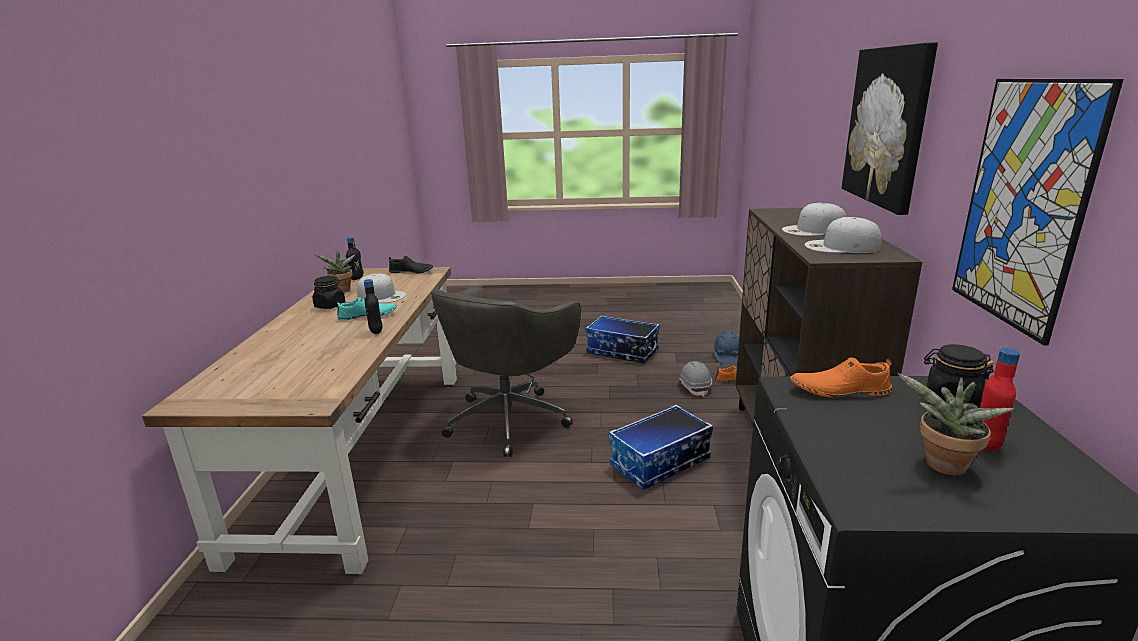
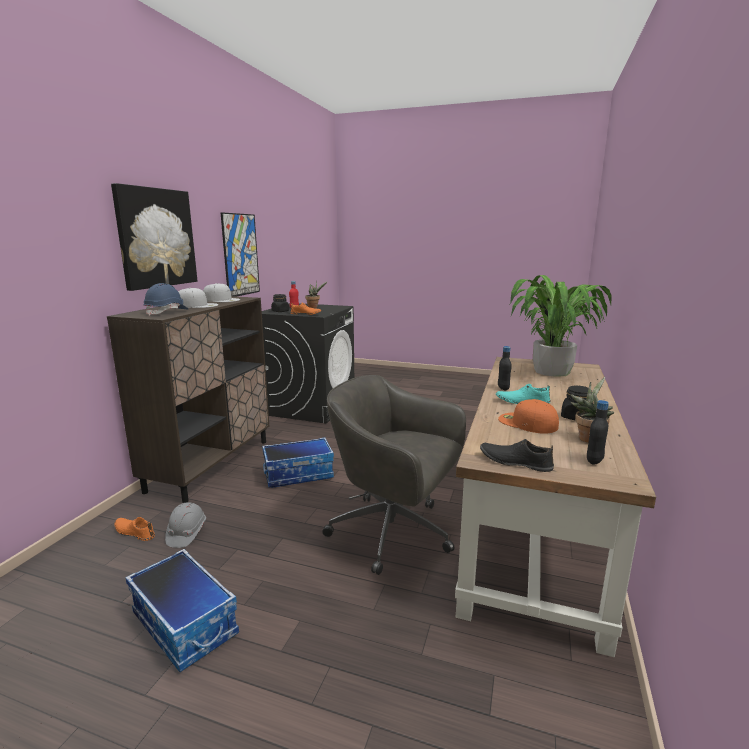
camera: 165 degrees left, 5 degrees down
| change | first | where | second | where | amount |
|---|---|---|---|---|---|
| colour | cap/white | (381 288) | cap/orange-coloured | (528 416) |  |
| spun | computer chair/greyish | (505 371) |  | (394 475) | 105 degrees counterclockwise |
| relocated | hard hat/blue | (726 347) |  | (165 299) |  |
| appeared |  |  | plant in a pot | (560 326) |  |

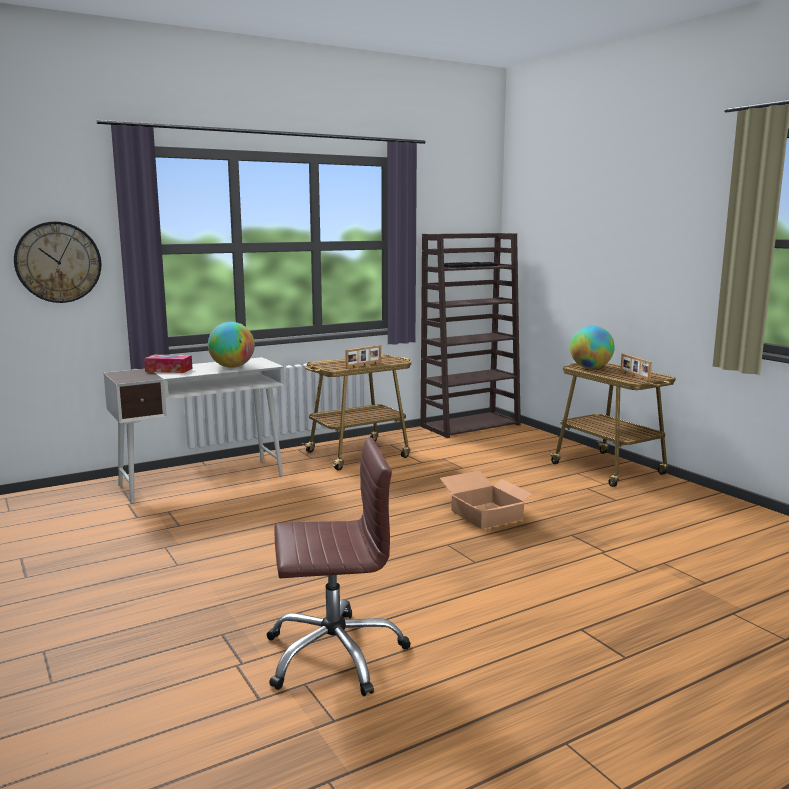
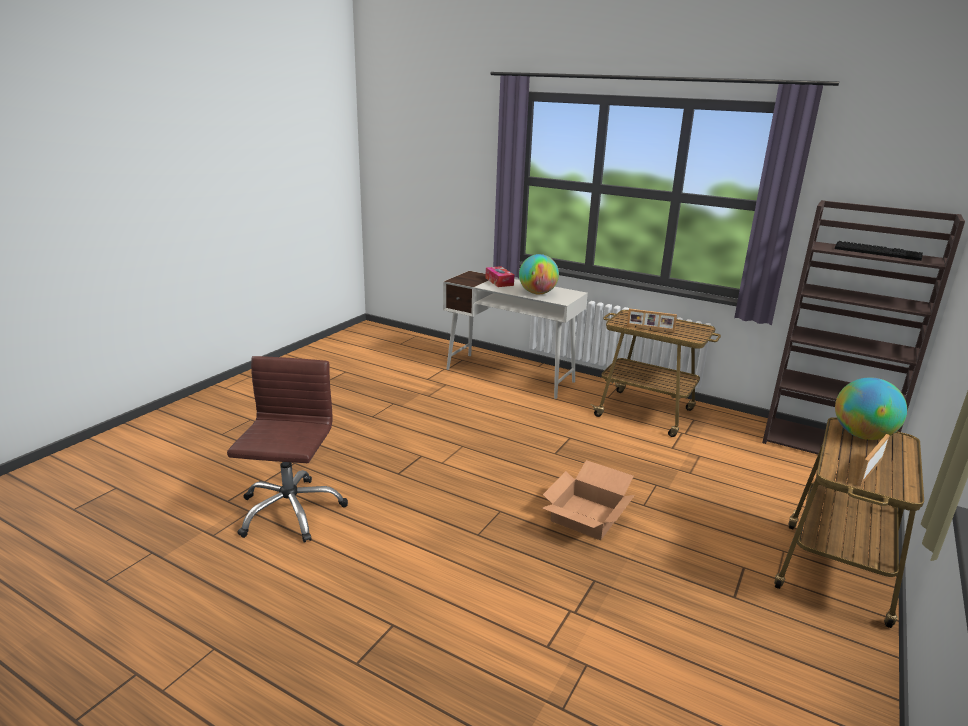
camera: 60 degrees right, 10 degrees up
| change | first | where | second | where | amount |
|---|---|---|---|---|---|
| missing | clock on the wall | (57 262) |  |  |  |
| spun | computer chair/brown | (339 566) |  | (287 449) | 135 degrees counterclockwise |

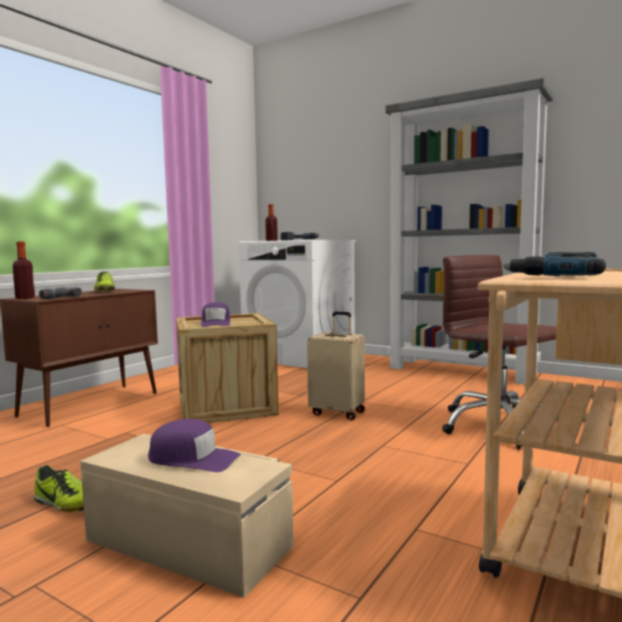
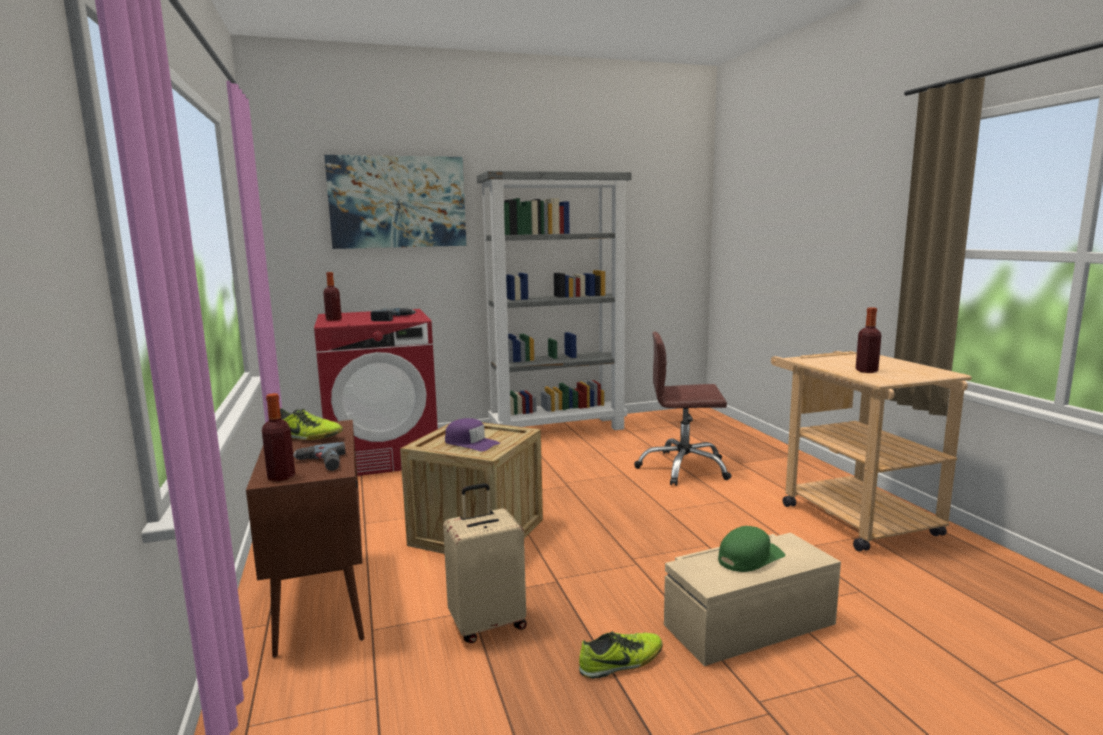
camera: 50 degrees left, 5 degrees up
| change | first | where | second | where | amount |
|---|---|---|---|---|---|
| colour | cap/purple | (194 445) | cap/greenish | (751 549) |  |
| colour | laundry appliance/white | (297 304) | laundry appliance/red | (376 392) |  |
| relocated | piece of luggage/sand-coloured | (336 365) |  | (485 563) |  |
| exchanged | power drill | (553 264) | bottle | (868 340) |  |
| appeared |  |  | picture | (395 202) |  |

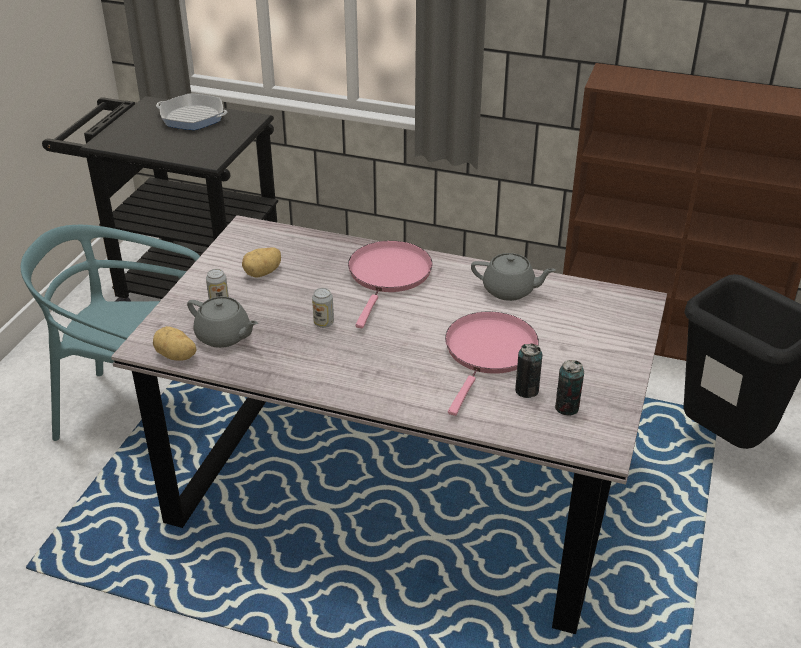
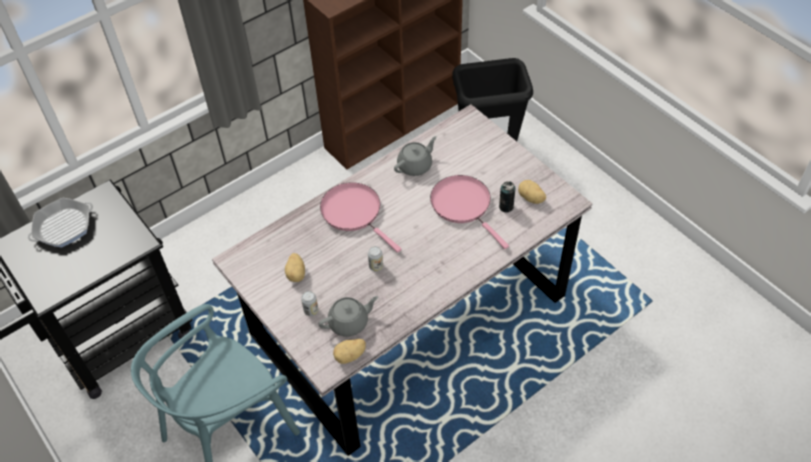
camera: 55 degrees left, 15 degrees up
| change | first | where | second | where | amount |
|---|---|---|---|---|---|
| exchanged | metal can | (569 388) | whole potato | (532 192) |  |

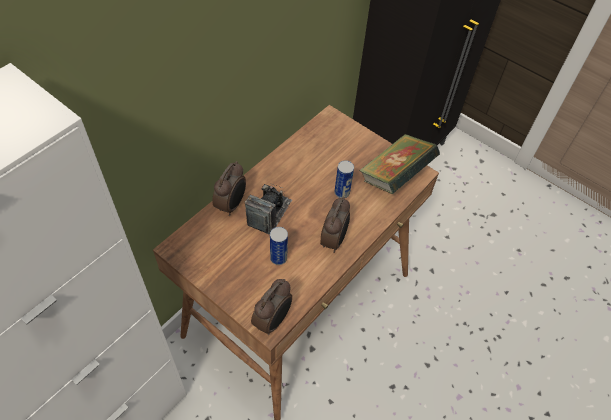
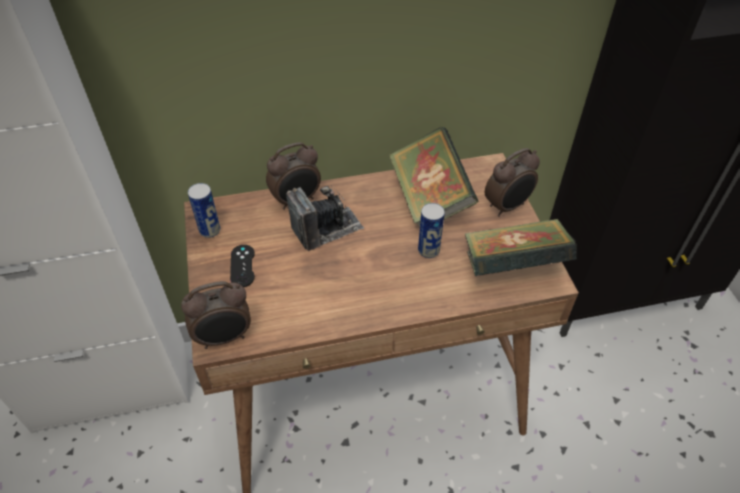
camera: 40 degrees right, 5 degrees down
| change | first | where | second | where | amount |
|---|---|---|---|---|---|
| relocated | metal can | (279 246) |  | (204 210) |  |
| relocated | table clock | (335 225) |  | (512 182) |  |
| appeared |  |  | gamepad/black | (242 266) |  |
| appeared |  |  | bound book | (433 176) |  |

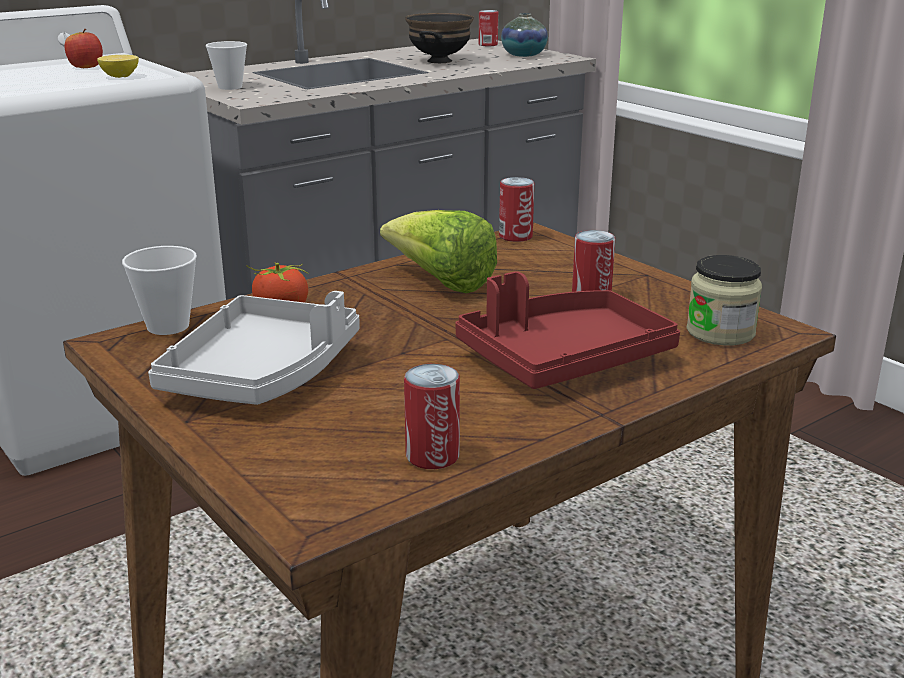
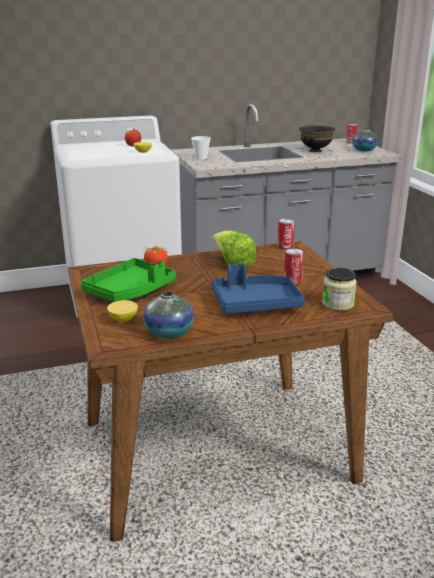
camera: 20 degrees right, 0 degrees up
| change | first | where | second | where | amount |
|---|---|---|---|---|---|
| missing | cup | (159 290) |  |  |  |
| colour | tray/greyish | (253 348) | tray/greenish | (128 280) |  |
| exchanged | metal can | (432 416) | decorative vase | (168 315) |  |
| colour | tray/red | (567 330) | tray/blue | (258 288) |  |
| appeared |  |  | citrus fruit | (122 311) |  |

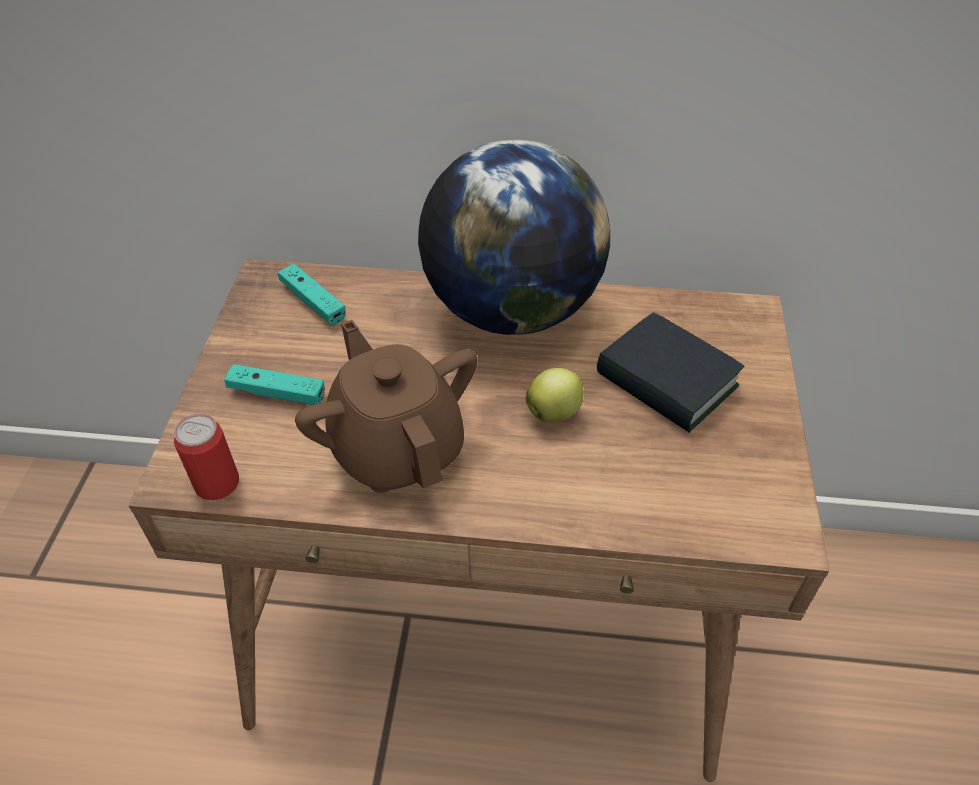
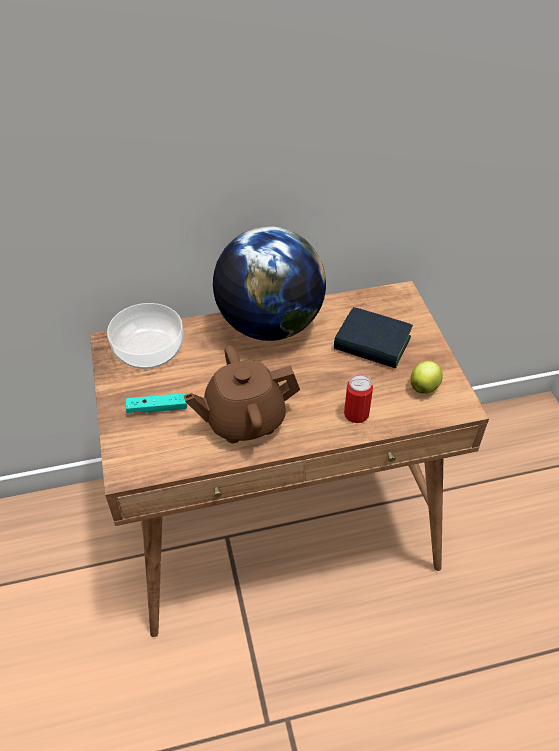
camera: 20 degrees left, 0 degrees up
| change | first | where | second | where | amount |
|---|---|---|---|---|---|
| relocated | metal can | (206 457) |  | (358 398) |  |
| exchanged | gamepad/turquoise | (312 294) | serving bowl | (145 336) |  |
| spun | pot for tea/brown | (386 406) |  | (242 394) | 60 degrees counterclockwise |
| relocated | apple | (554 395) |  | (427 377) |  |

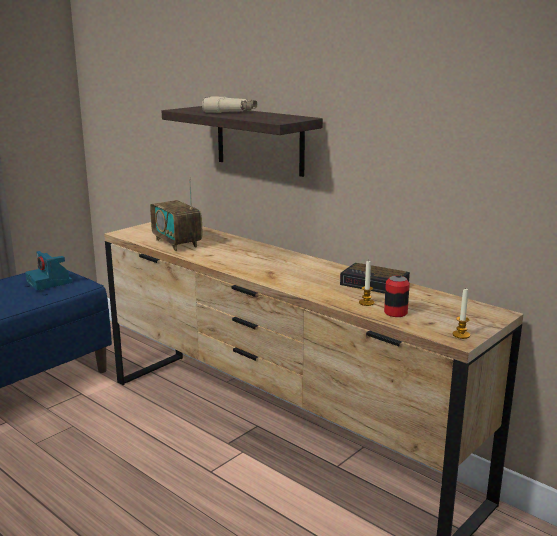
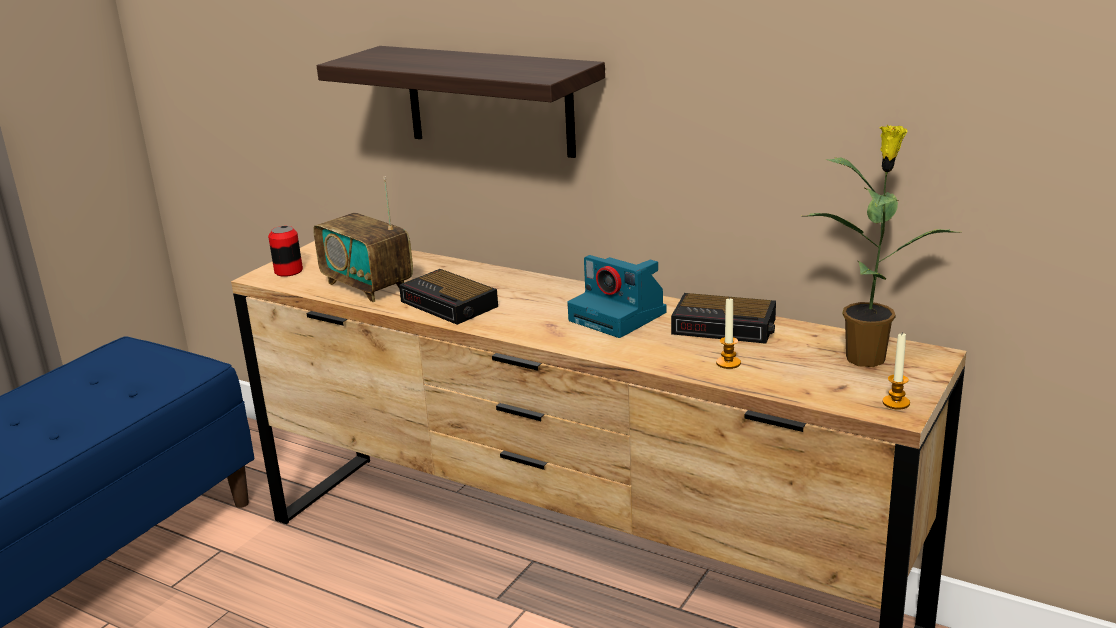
camera: 10 degrees left, 5 degrees up
| change | first | where | second | where | amount |
|---|---|---|---|---|---|
| relocated | still camera | (48 270) |  | (616 296) |  |
| missing | pair of binoculars/sand-coloured | (229 104) |  |  |  |
| relocated | metal can | (397 296) |  | (285 251) |  |
| appeared |  |  | table clock | (448 297) |  |
| appeared |  |  | plant in a pot | (881 246) |  |

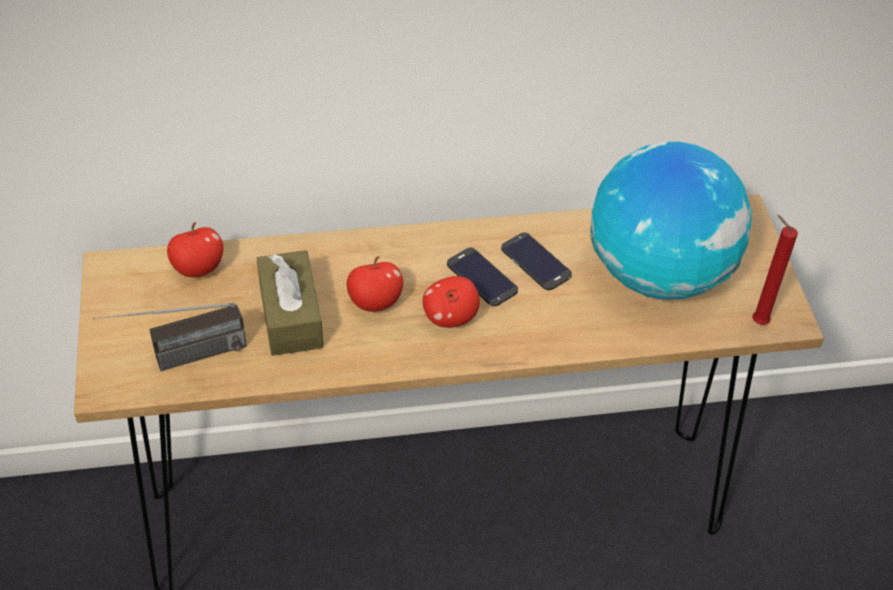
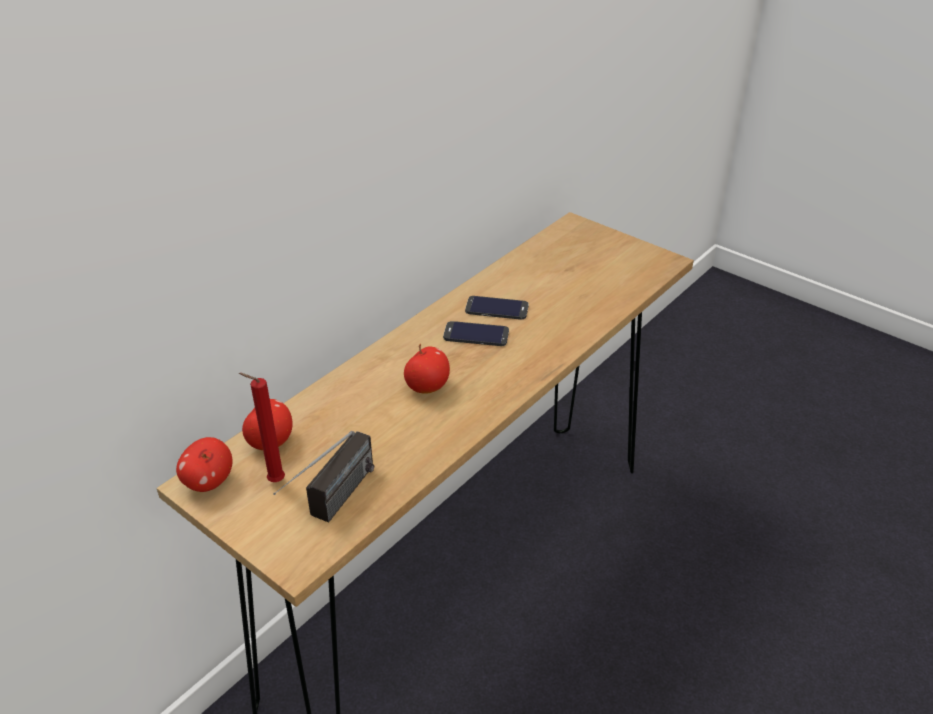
camera: 40 degrees left, 10 degrees down
| change | first | where | second | where | amount |
|---|---|---|---|---|---|
| missing | tissue holder/brown | (289 303) |  |  |  |
| relocated | apple | (451 302) |  | (204 464) |  |
| missing | globe | (671 221) |  |  |  |
| relocated | wax light/red | (775 270) |  | (262 427) |  |

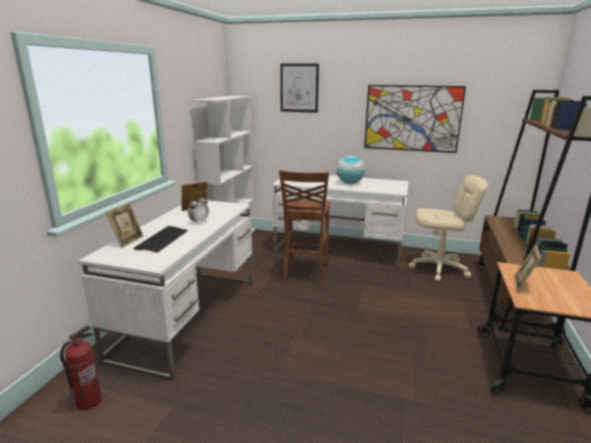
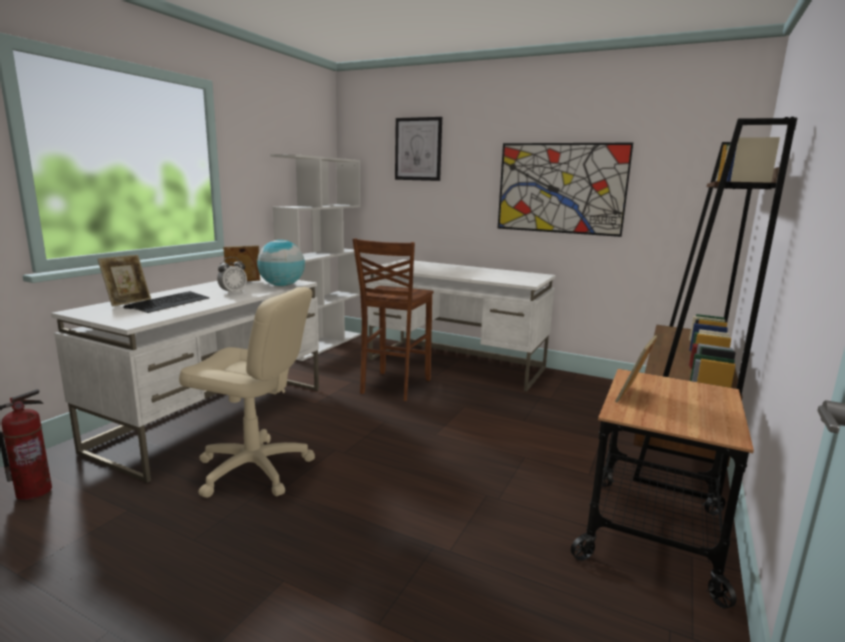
camera: 10 degrees right, 5 degrees down
| change | first | where | second | where | amount |
|---|---|---|---|---|---|
| relocated | globe | (351 169) |  | (281 263) |  |
| relocated | computer chair/sand-coloured | (448 228) |  | (247 392) |  |

